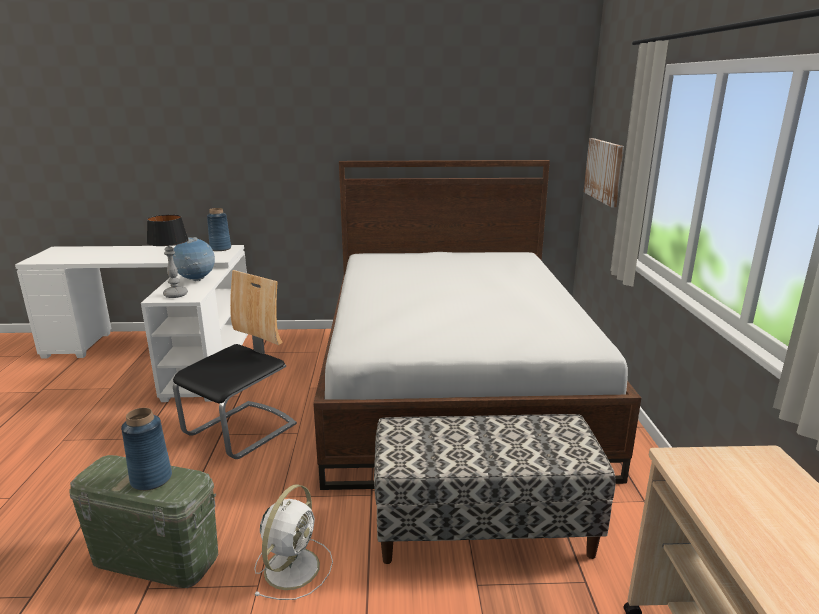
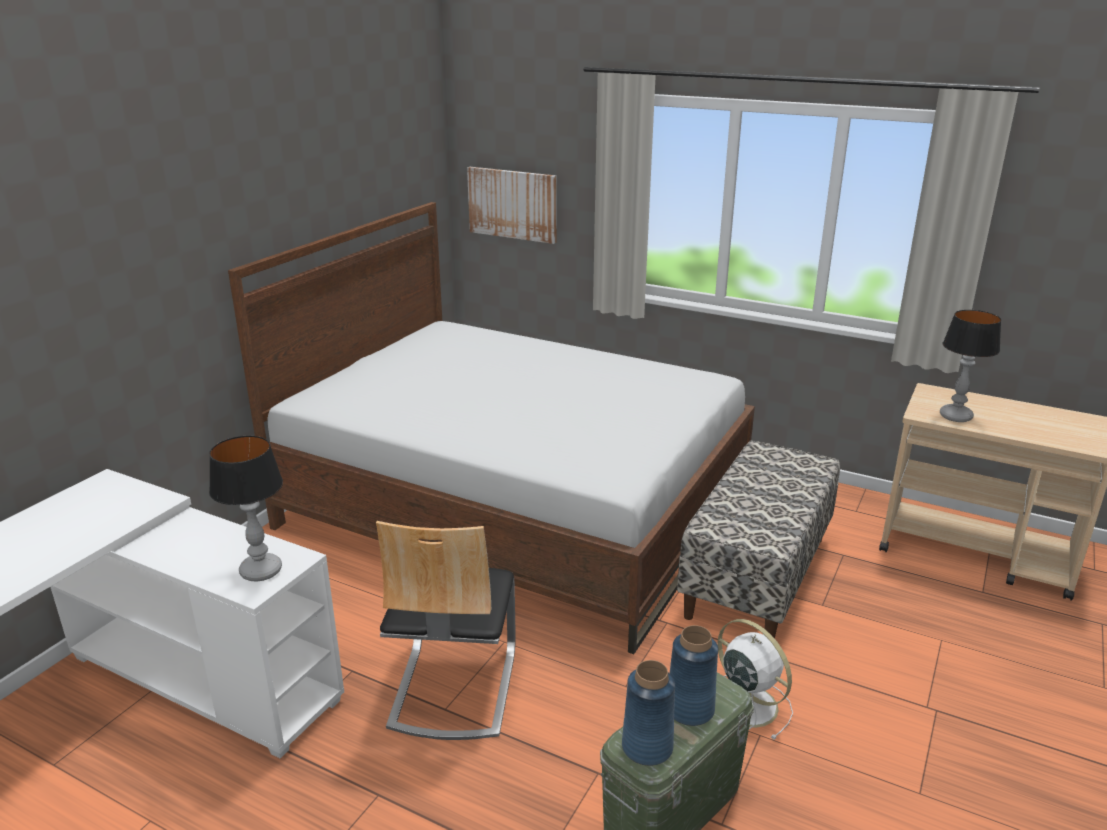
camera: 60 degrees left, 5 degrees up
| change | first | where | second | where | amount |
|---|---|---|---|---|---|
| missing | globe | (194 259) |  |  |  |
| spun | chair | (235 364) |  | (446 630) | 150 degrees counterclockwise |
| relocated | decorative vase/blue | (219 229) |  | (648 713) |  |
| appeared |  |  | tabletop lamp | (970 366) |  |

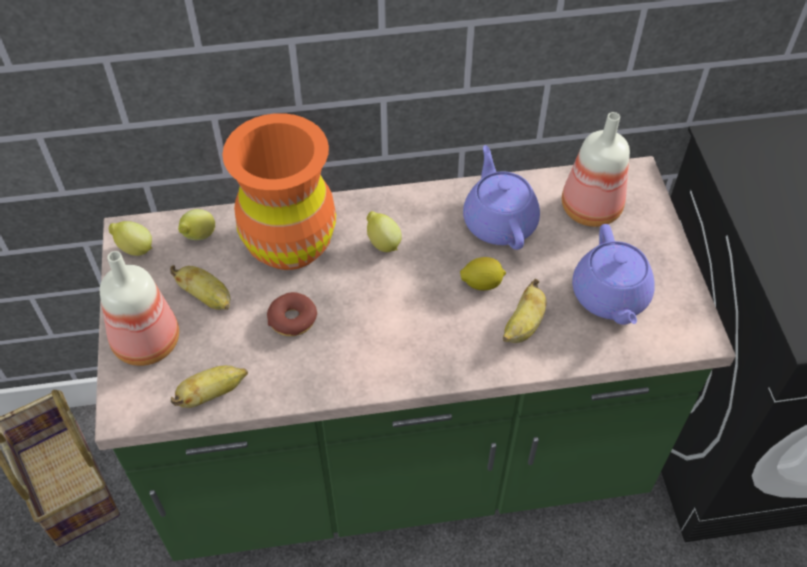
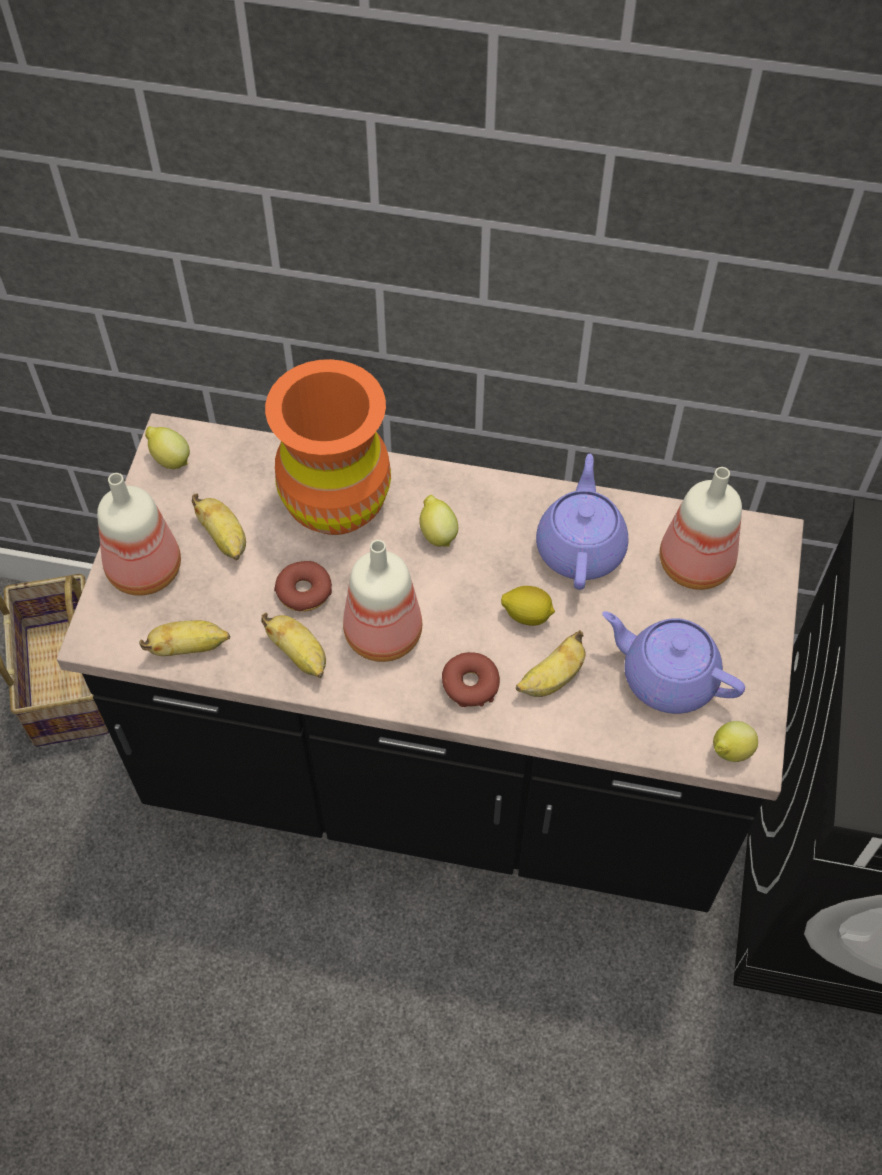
camera: 20 degrees right, 5 degrees up
| change | first | where | second | where | amount |
|---|---|---|---|---|---|
| colour | kitchen counter/greenish | (415 358) | kitchen counter/black | (430 662) |  |
| relocated | citrus fruit | (196 224) |  | (735 741) |  |
| spun | pot for tea/purple | (613 274) |  | (673 662) | 105 degrees clockwise |
| appeared |  |  | banana fruit | (293 645) |  |
| appeared |  |  | bottle | (382 601) |  |
| appeared |  |  | donut | (471 679) |  |

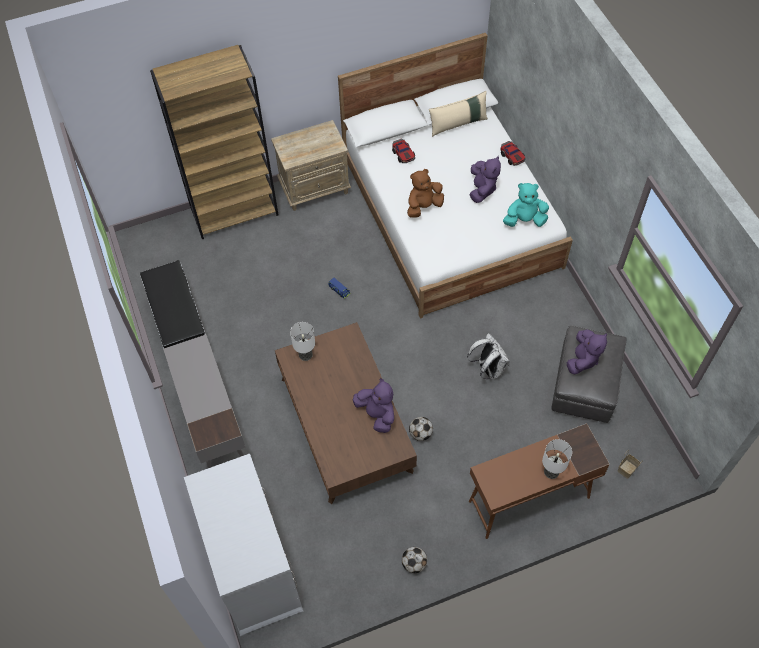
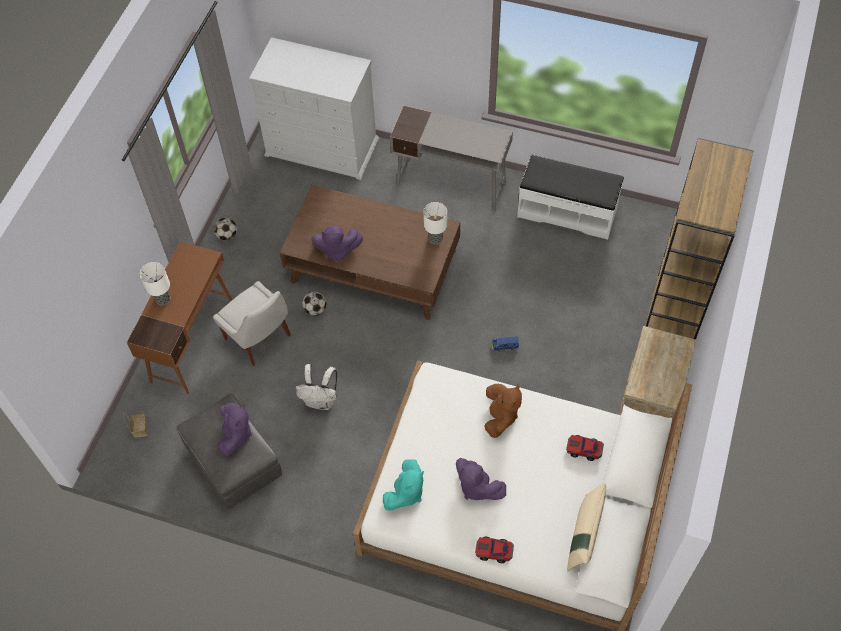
camera: 130 degrees right, 0 degrees up
| change | first | where | second | where | amount |
|---|---|---|---|---|---|
| spun | plush toy/purple | (587 352) |  | (234 429) | 150 degrees counterclockwise |
| appeared |  |  | chair/white | (252 323) |  |

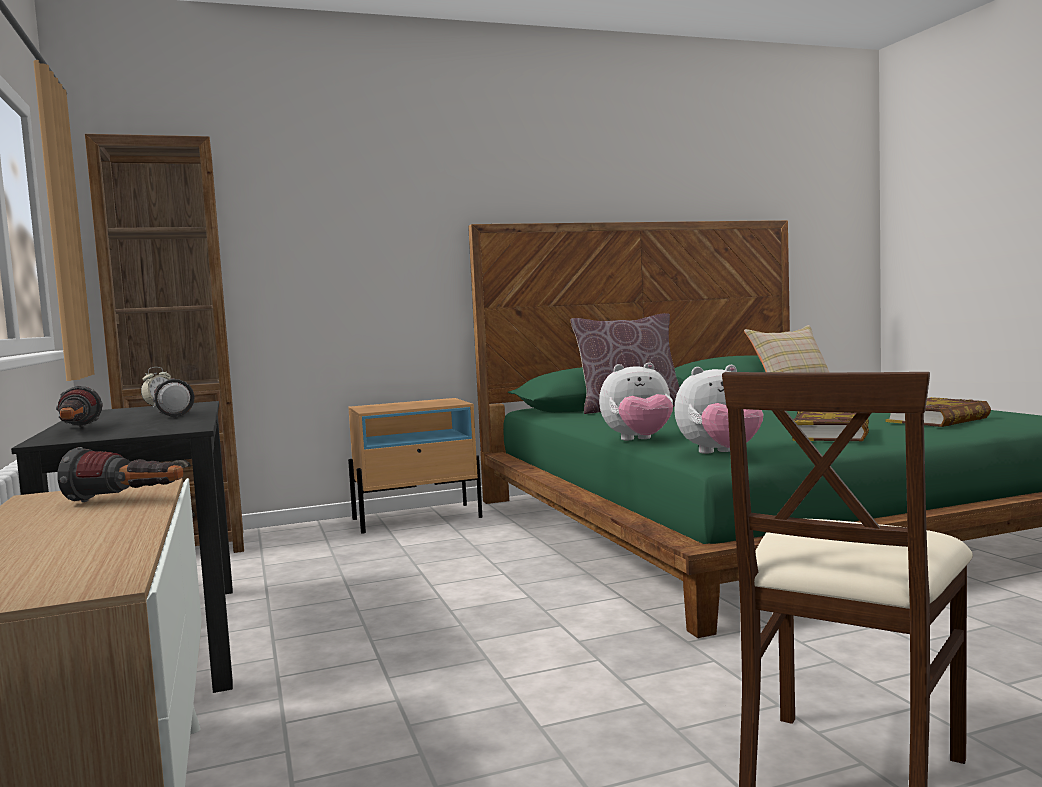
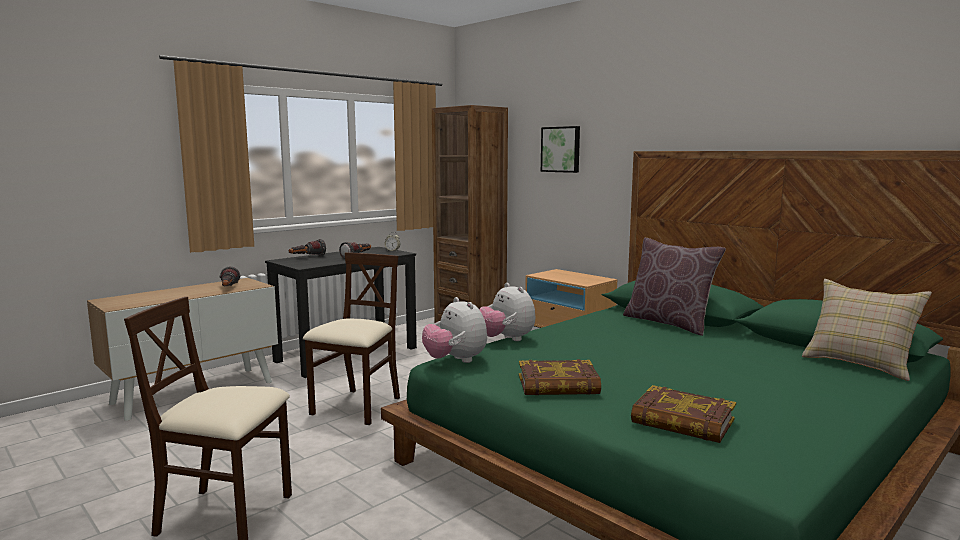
camera: 65 degrees right, 5 degrees up
| change | first | where | second | where | amount |
|---|---|---|---|---|---|
| appeared |  |  | chair/sand-coloured | (351 338) |  |
| appeared |  |  | picture | (560 149) |  |

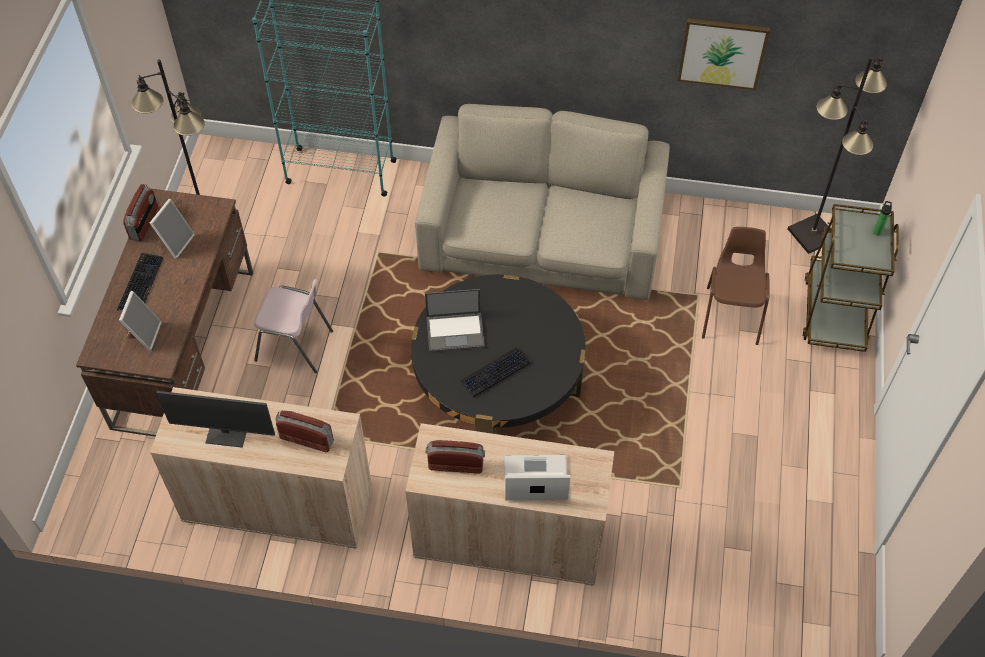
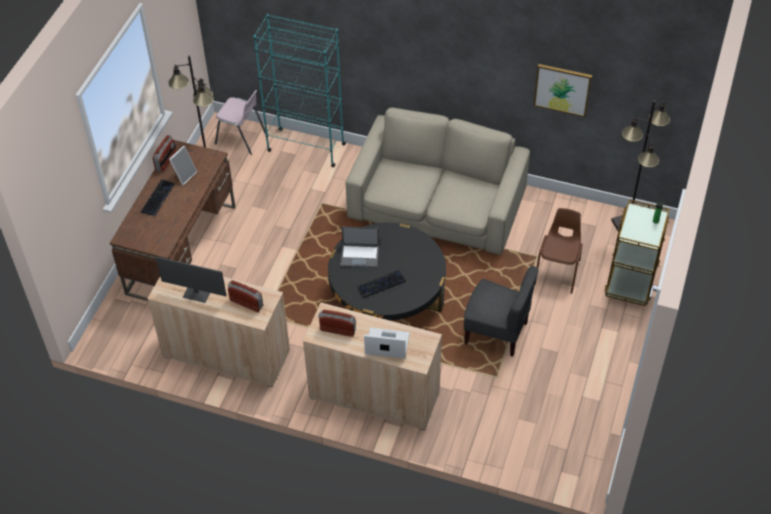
camera: 10 degrees right, 5 degrees down
| change | first | where | second | where | amount |
|---|---|---|---|---|---|
| missing | standing frame | (140 321) |  |  |  |
| relocated | chair/pink | (293 326) |  | (240 122) |  |
| appeared |  |  | chair/greyish | (501 311) |  |

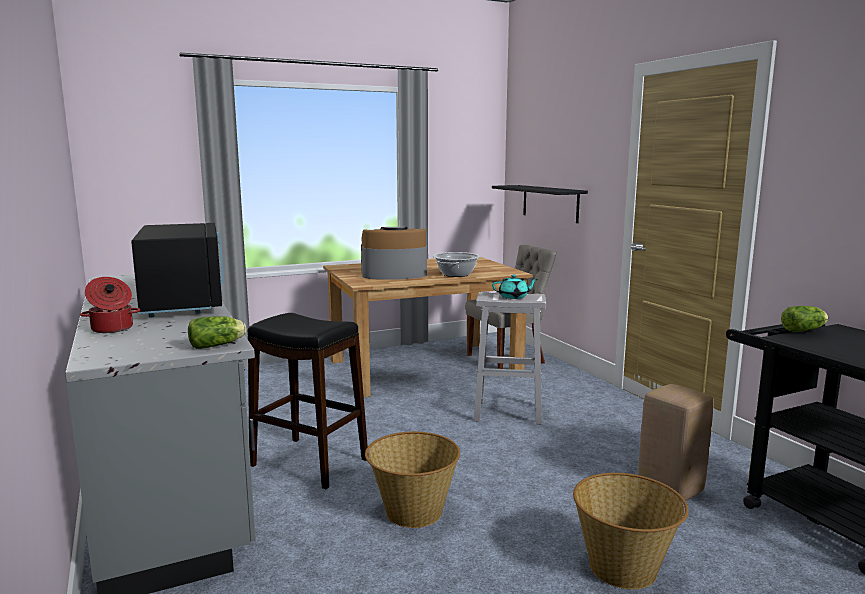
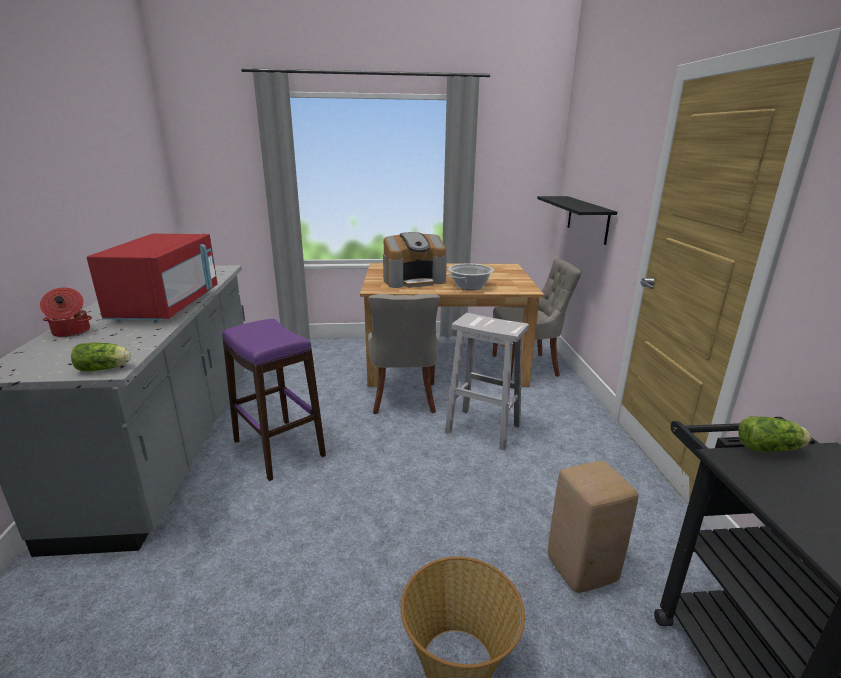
camera: 20 degrees right, 10 degrees up
| change | first | where | second | where | amount |
|---|---|---|---|---|---|
| colour | kitchen microwave/black | (177 270) | kitchen microwave/red | (152 278) |  |
| colour | sitting stool/black | (308 401) | sitting stool/purple | (274 400) |  |
| spun | coffee maker | (394 253) |  | (415 260) | 150 degrees clockwise |
| missing | household basket | (412 480) |  |  |  |
| missing | pot for tea/turquoise | (515 287) |  |  |  |
| appeared |  |  | chair/greyish | (404 354) |  |

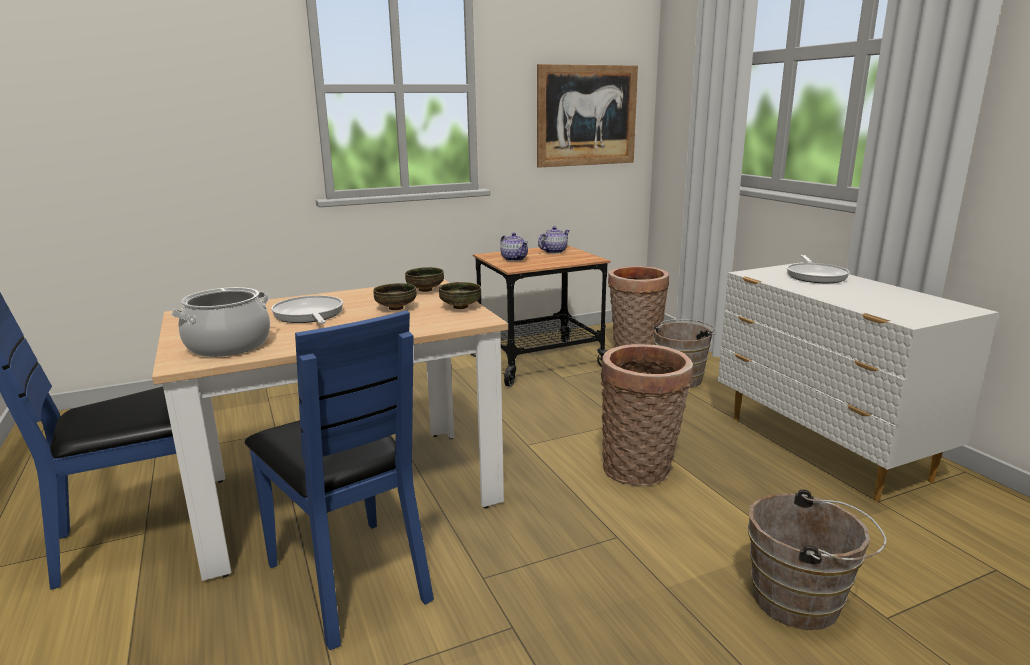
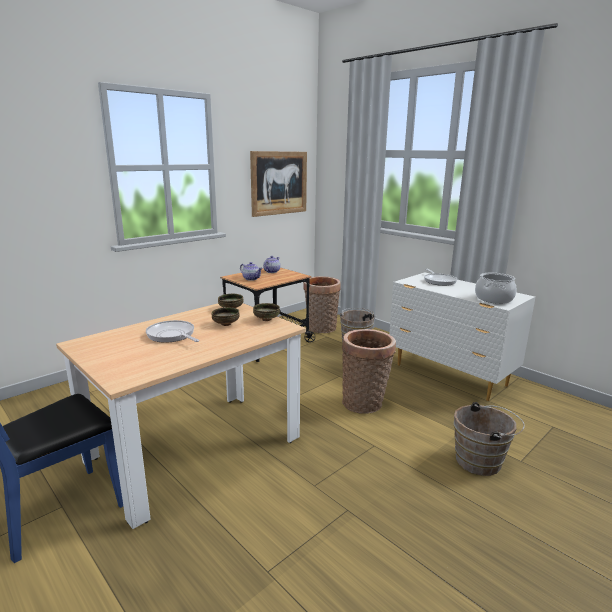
camera: 20 degrees left, 0 degrees up
| change | first | where | second | where | amount |
|---|---|---|---|---|---|
| relocated | stockpot | (220 322) |  | (496 288) |  |
| missing | chair/blue | (339 480) |  |  |  |

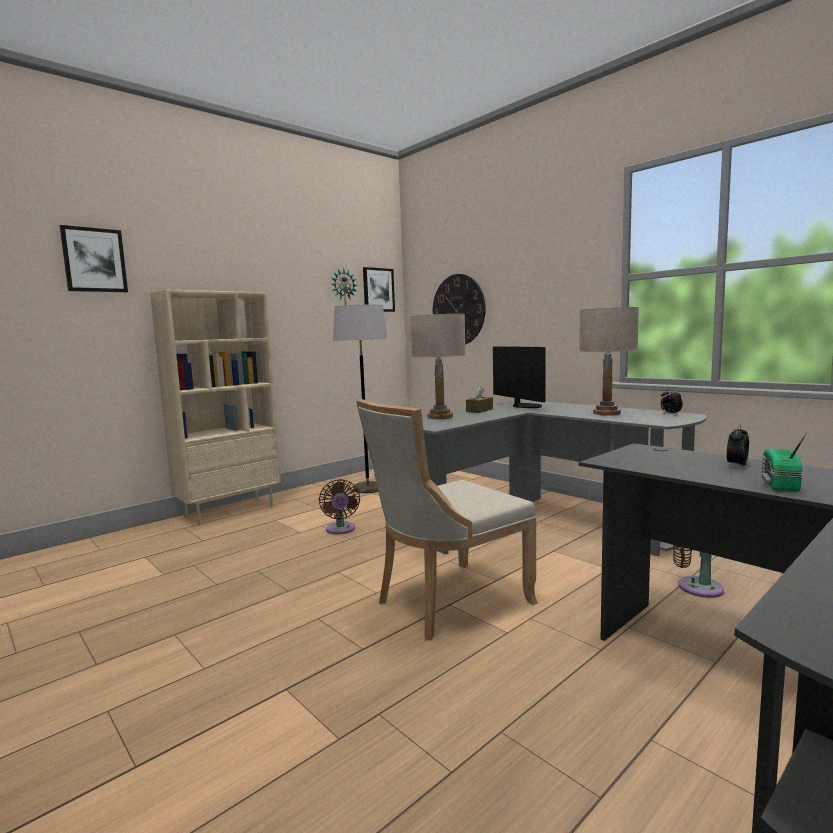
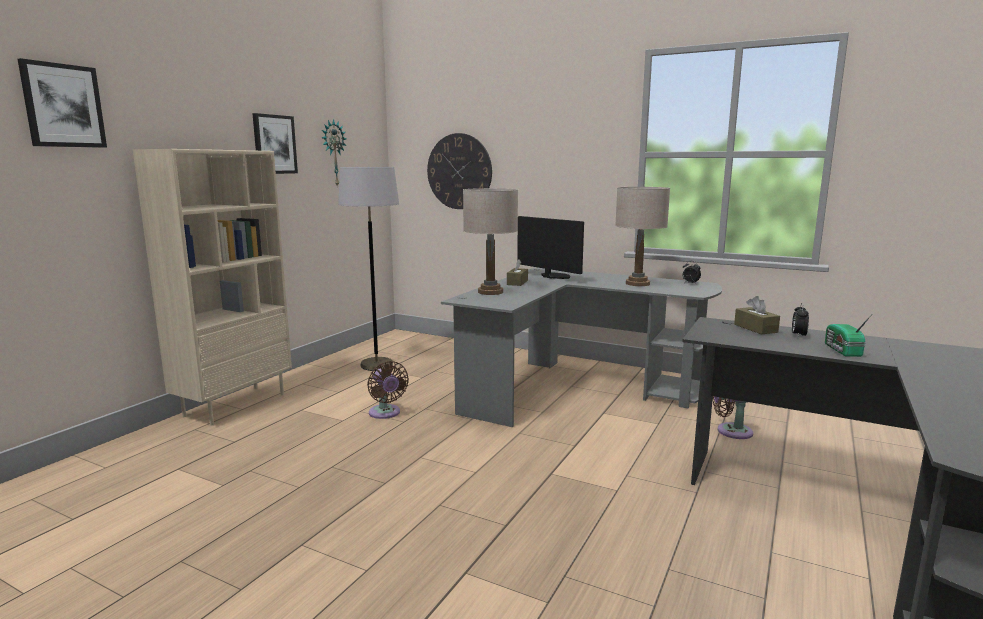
camera: 20 degrees left, 5 degrees up
| change | first | where | second | where | amount |
|---|---|---|---|---|---|
| missing | chair/sand-coloured | (447 519) |  |  |  |
| relocated | picture | (379 289) |  | (275 143) |  |
| appeared |  |  | tissue holder/brown | (757 315) |  |

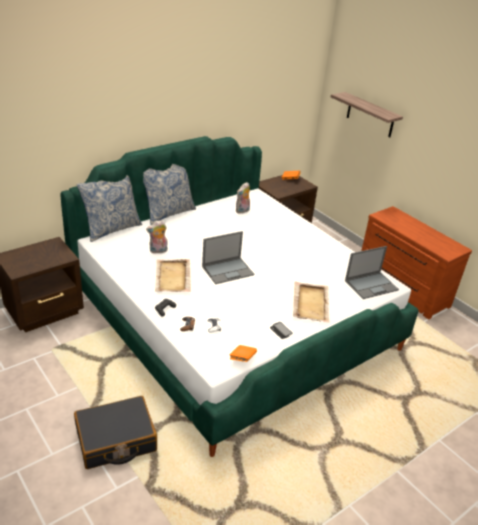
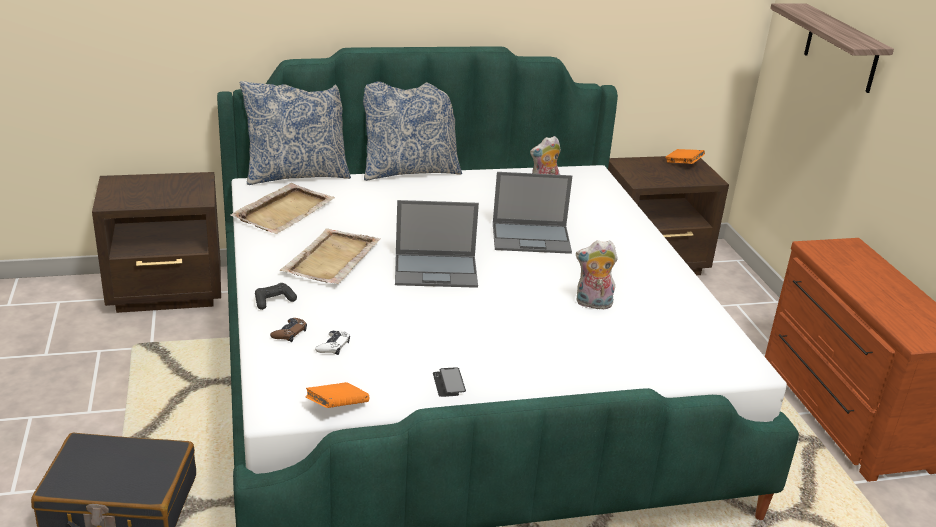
camera: 25 degrees right, 5 degrees down
| change | first | where | second | where | amount |
|---|---|---|---|---|---|
| relocated | plush toy | (157 237) |  | (597 274) |  |
| relocated | tray/sand-coloured | (311 302) |  | (282 208) |  |
| relocated | laptop | (372 272) |  | (532 213) |  |

